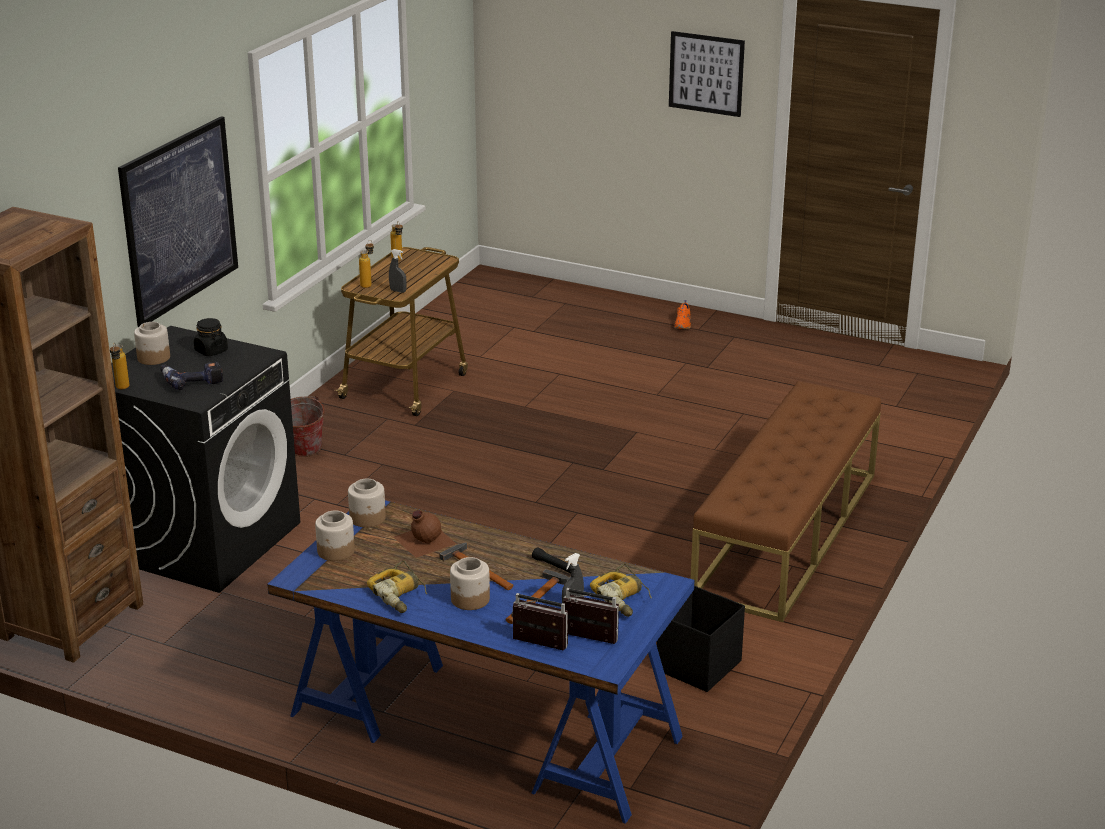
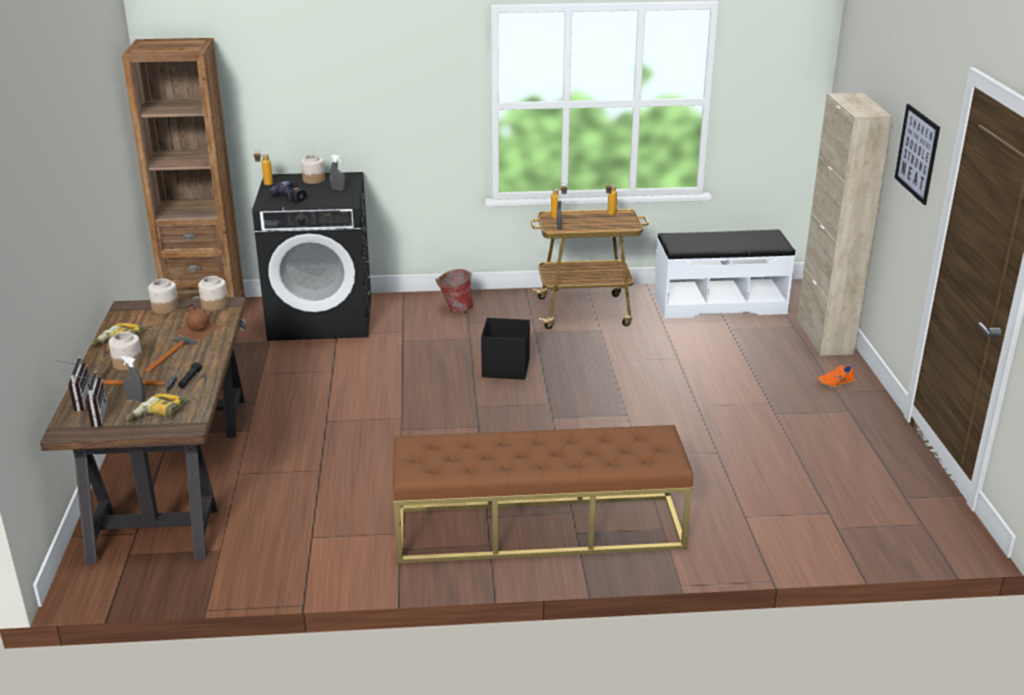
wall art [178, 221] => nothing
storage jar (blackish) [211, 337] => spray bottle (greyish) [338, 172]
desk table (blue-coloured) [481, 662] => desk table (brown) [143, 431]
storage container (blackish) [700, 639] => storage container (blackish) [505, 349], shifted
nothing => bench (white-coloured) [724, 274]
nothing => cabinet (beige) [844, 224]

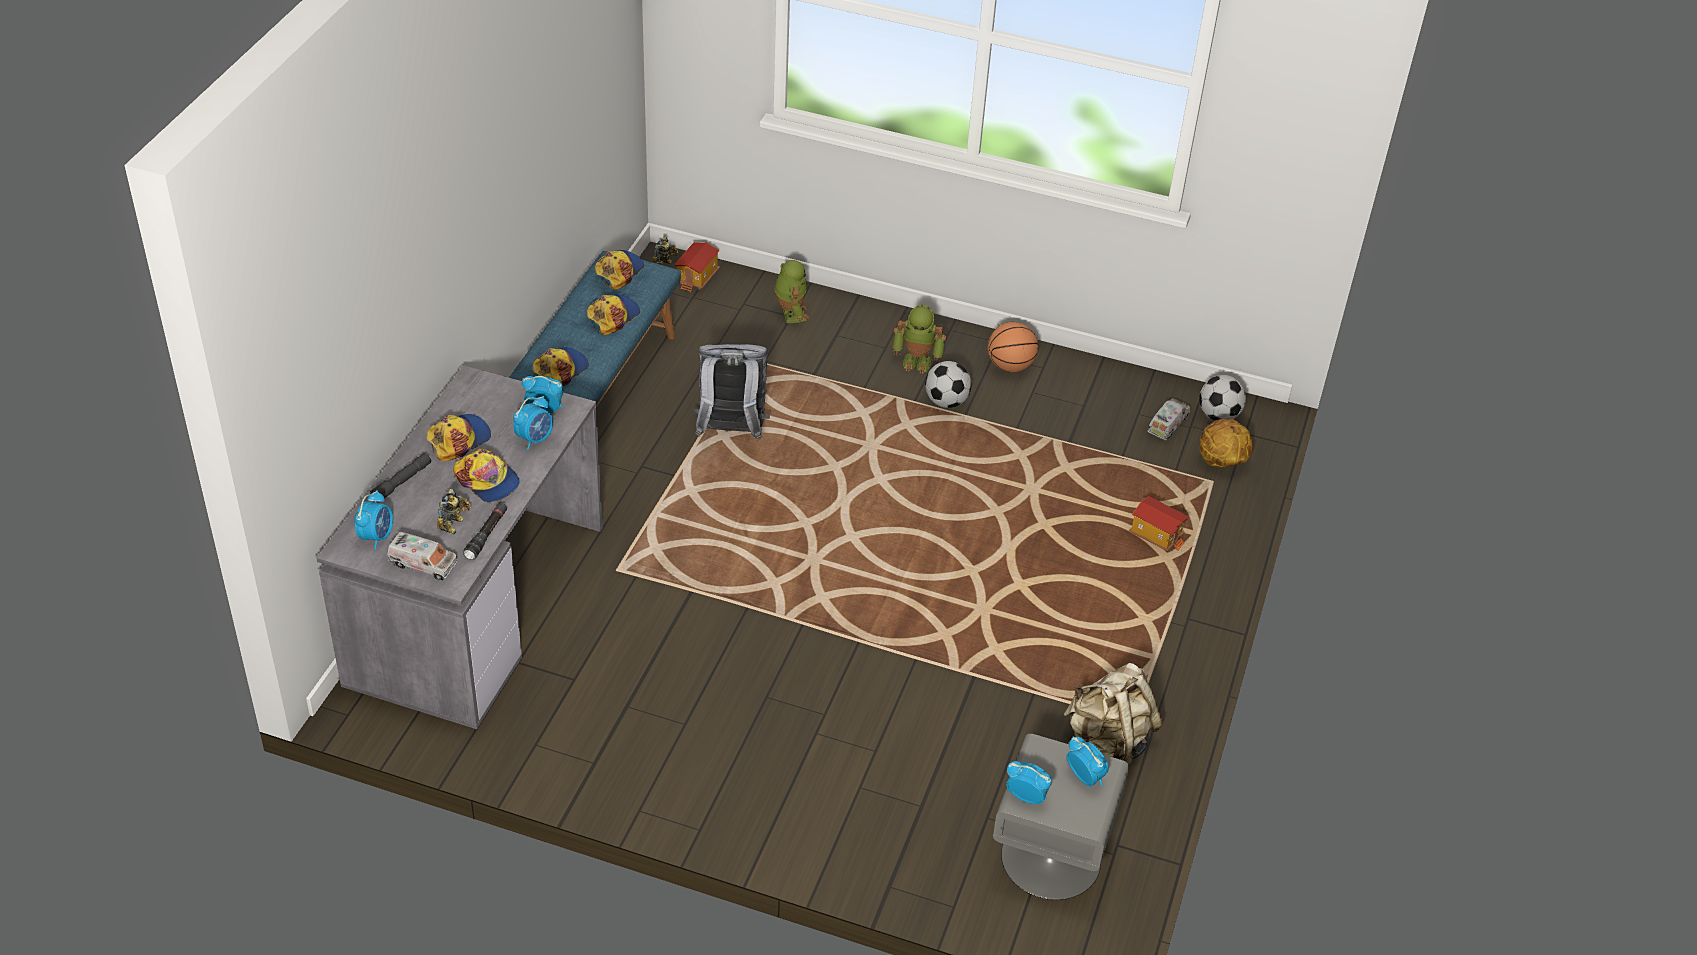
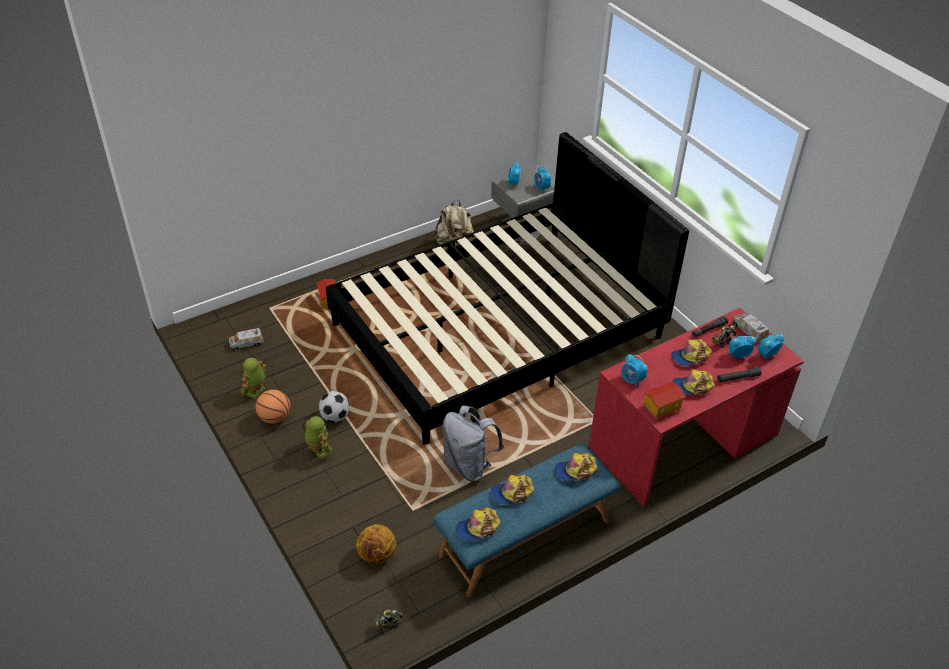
desk table (greyish) [459, 547] => desk table (red-coloured) [696, 407]
baseball cap [486, 475] => baseball cap [691, 352], 105 degrees counterclockwise
alarm clock [533, 423] => alarm clock [742, 347], shifted
miniature house [697, 267] => miniature house [664, 400], shifted
model robot [792, 291] => model robot [253, 378], shifted
ball for football [1222, 397] => nothing
basketball [1226, 443] => basketball [376, 544], shifted
nothing => bedroom bed (blackish) [507, 288]

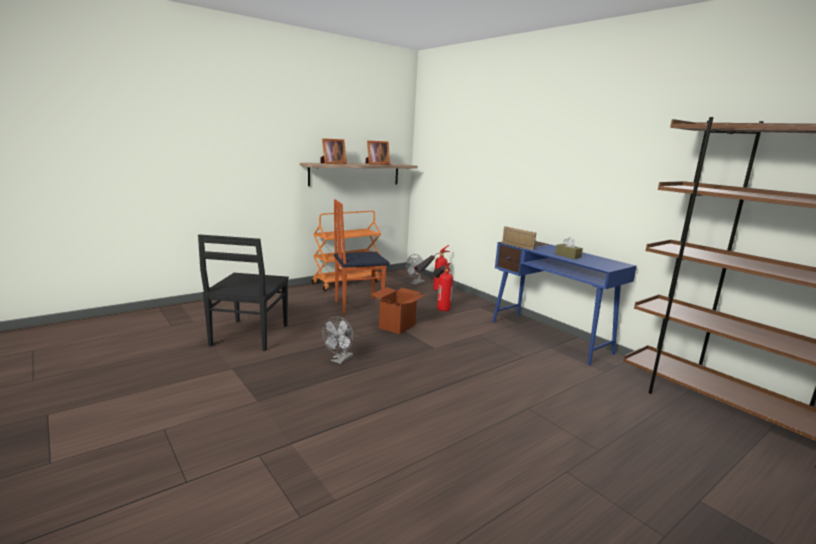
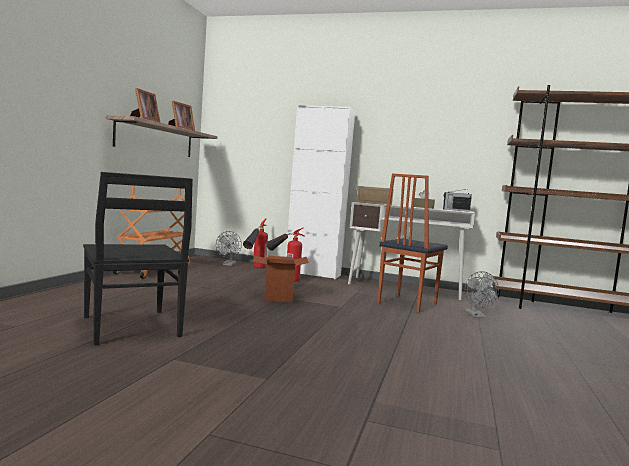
cooling fan (greyish) [337, 340] => cooling fan (greyish) [482, 294], shifted
plain chair [362, 256] => plain chair [412, 243], shifted
desk table (blue-coloured) [564, 303] => desk table (white-coloured) [411, 251]
nothing => cabinet (white-coloured) [320, 192]
nothing => radio receiver [457, 200]

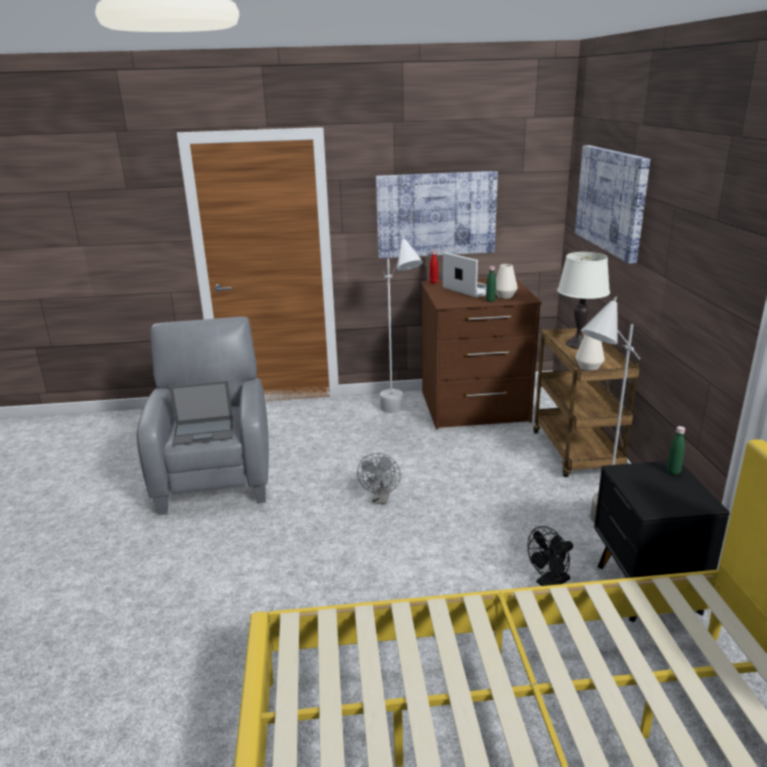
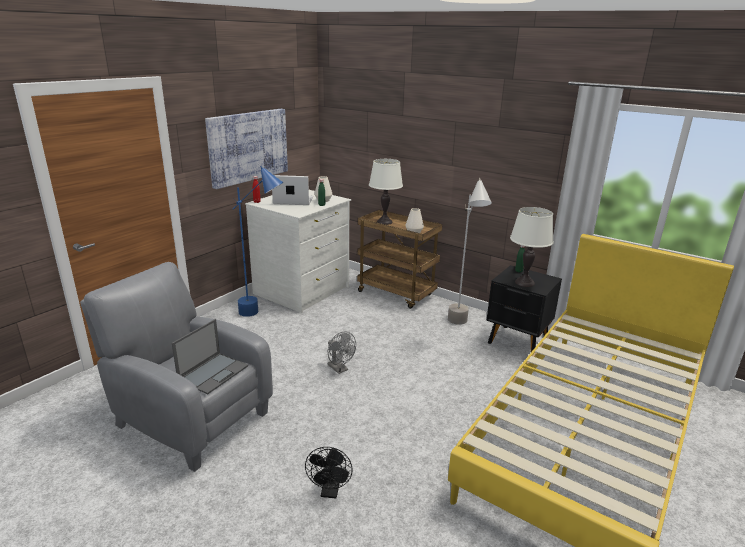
standard lamp (white-coloured) [401, 324] => standard lamp (blue-coloured) [258, 241]
drawer chest (brown) [481, 353] => drawer chest (white-coloured) [298, 251]
cooling fan (blackish) [550, 556] => cooling fan (blackish) [329, 473], shifted
wall art [612, 204] => nothing
nothing => table lamp (white-coloured) [532, 247]

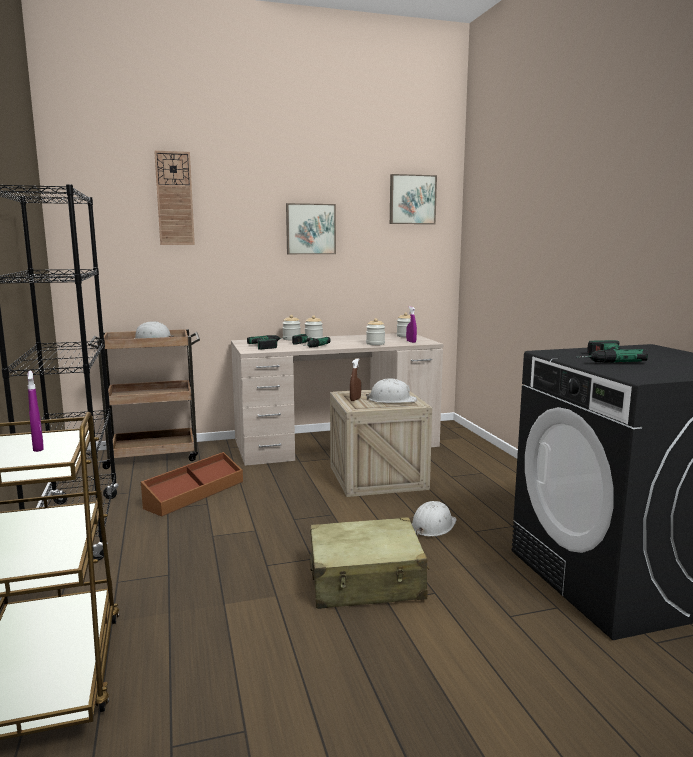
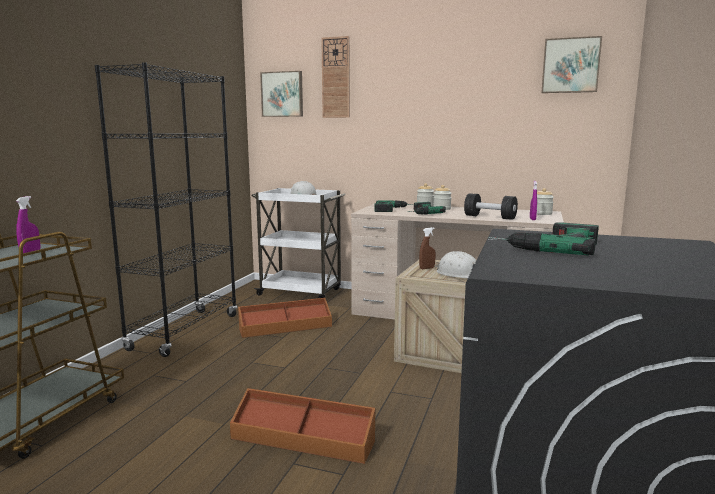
wheeled cart (brown) [144, 399] => wheeled cart (white-coloured) [298, 243]
wall art [311, 228] => wall art [281, 94], shifted
suitcase (beige) [369, 563] => storage container (brown) [303, 426]
storage jar [375, 331] => hand weight (blackish) [491, 206]
work helmet (white-coloured) [434, 519] => nothing

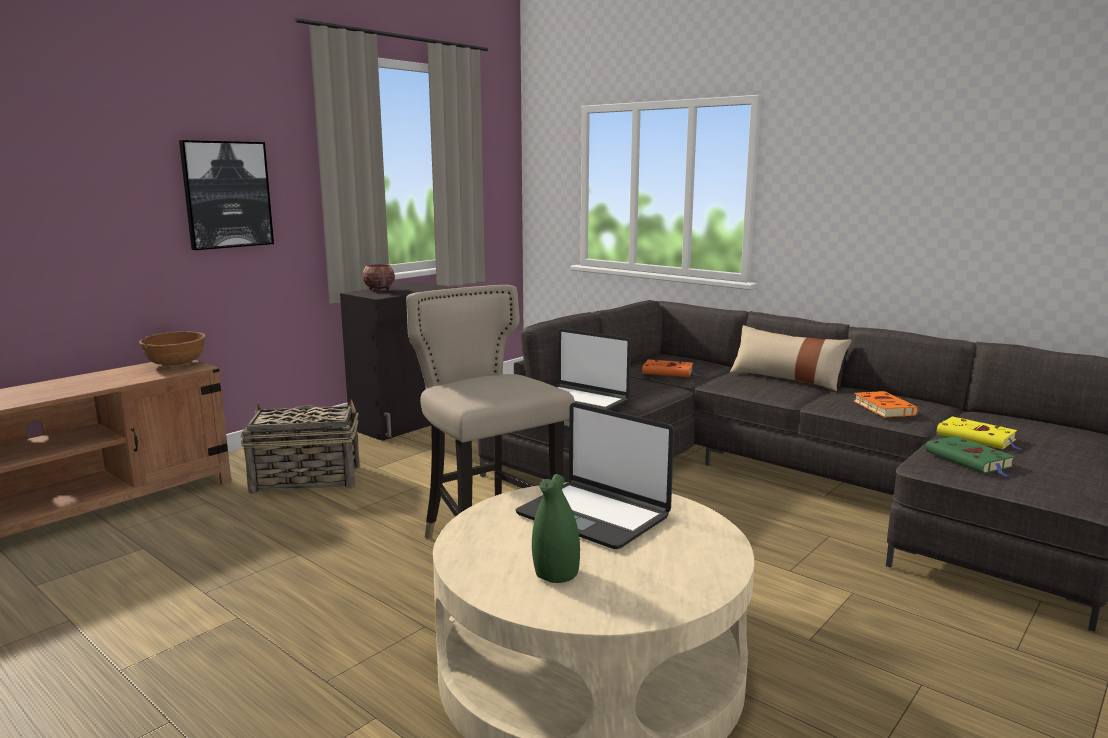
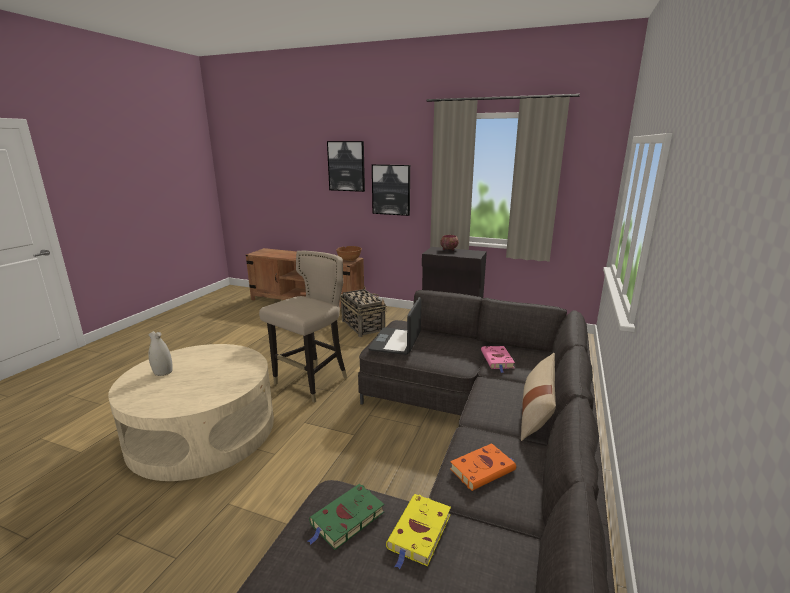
notebook computer [595, 475] => nothing
flower vase (green) [556, 528] => flower vase (white-coloured) [160, 353]
book (orange) [671, 368] => book (pinkish) [498, 359]
nothing => wall art [346, 166]

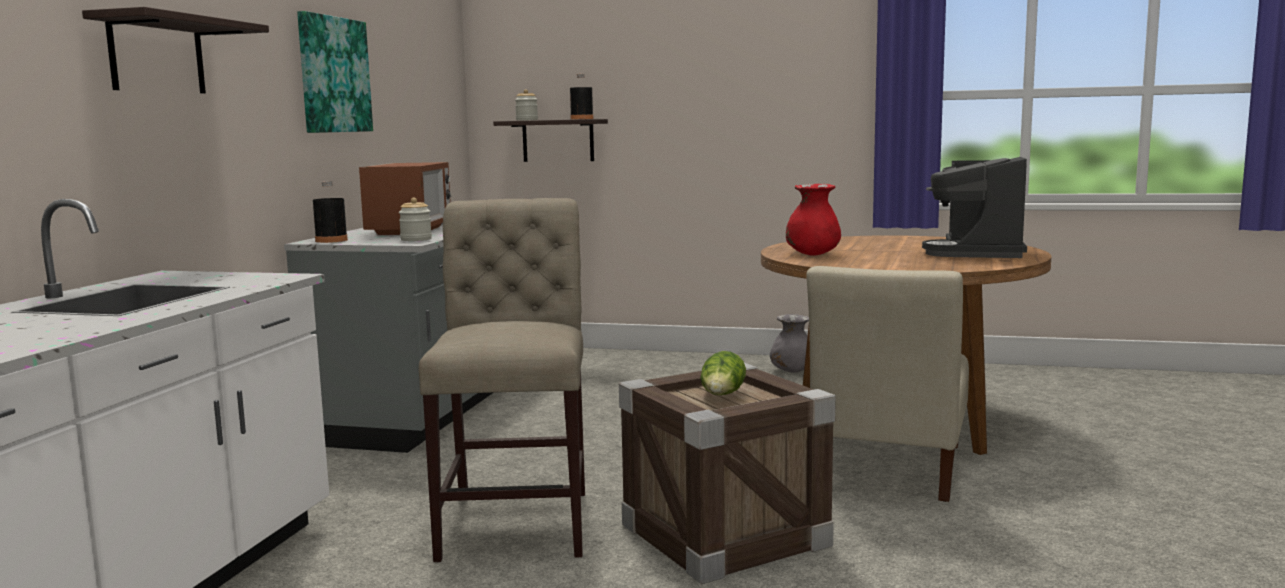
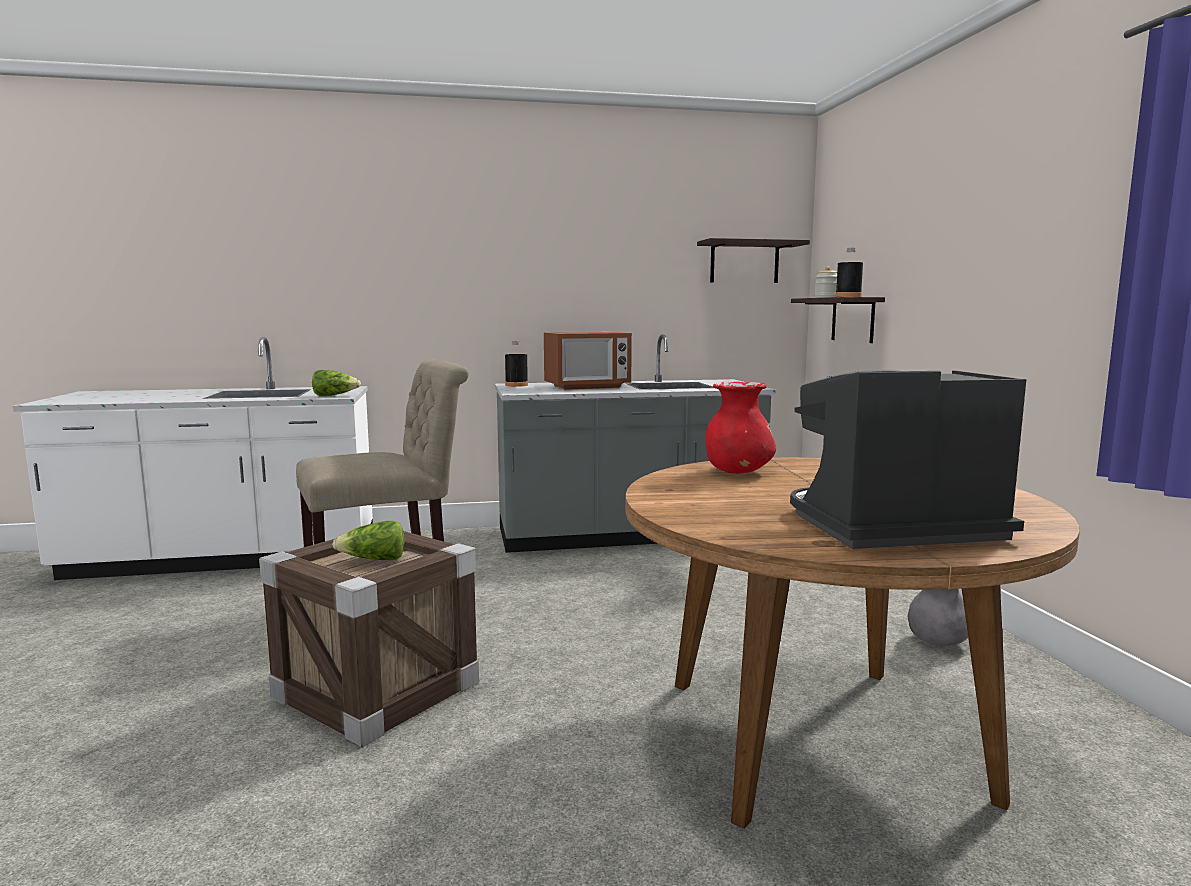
wall shelf [175, 50] => wall shelf [753, 260], shifted
wall art [335, 72] => nothing
storage jar [415, 219] => nothing
plain chair (beige) [887, 384] => nothing
nothing => lettuce head [336, 383]

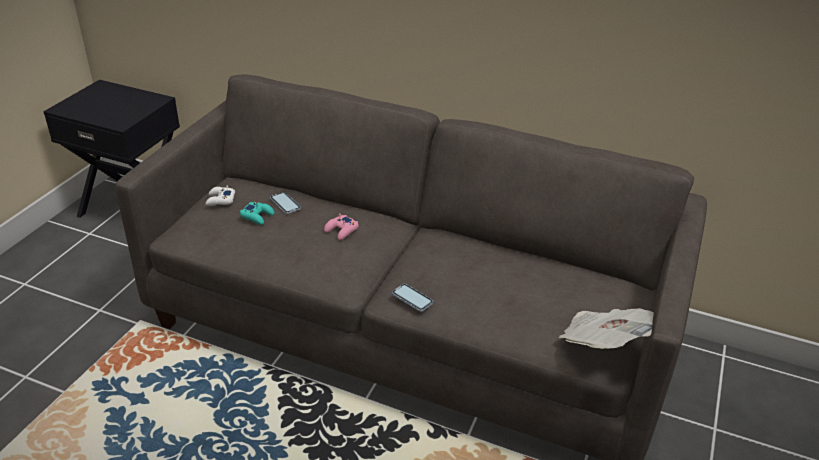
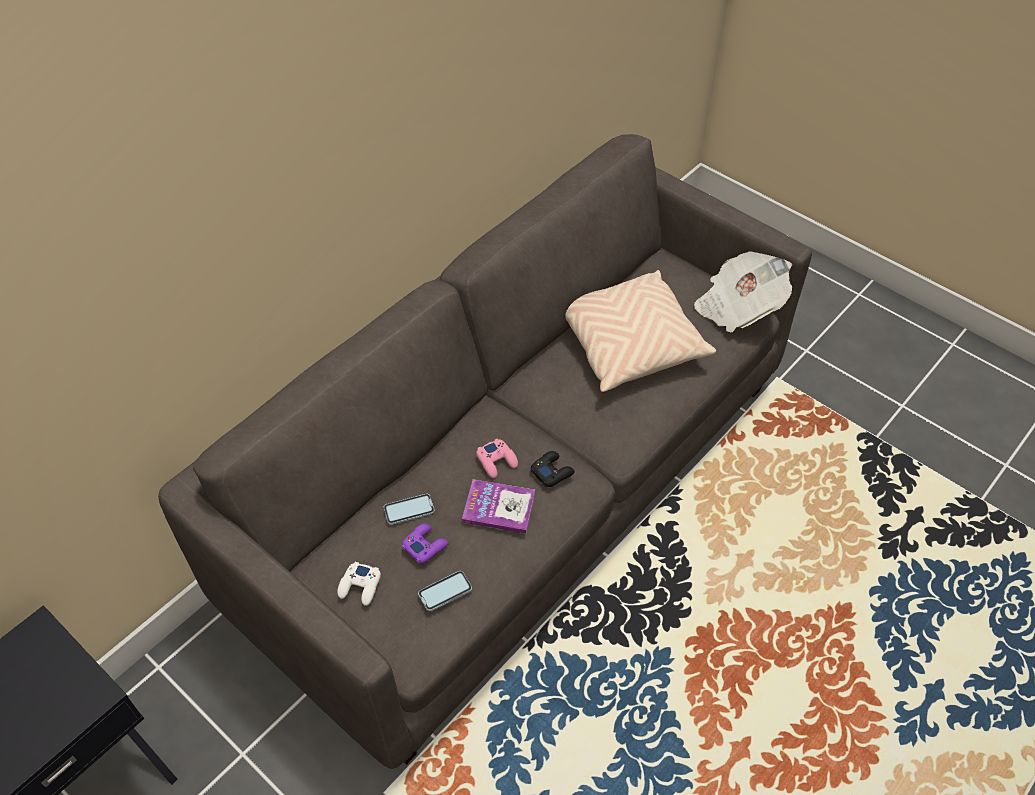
game controller (turquoise-coloured) [257, 213] => game controller (purple-coloured) [425, 543]
handset [412, 298] => handset [445, 591], shifted
nothing => book [498, 506]
nothing => game controller (blackish) [552, 469]
nothing => cushion (beige) [640, 331]

